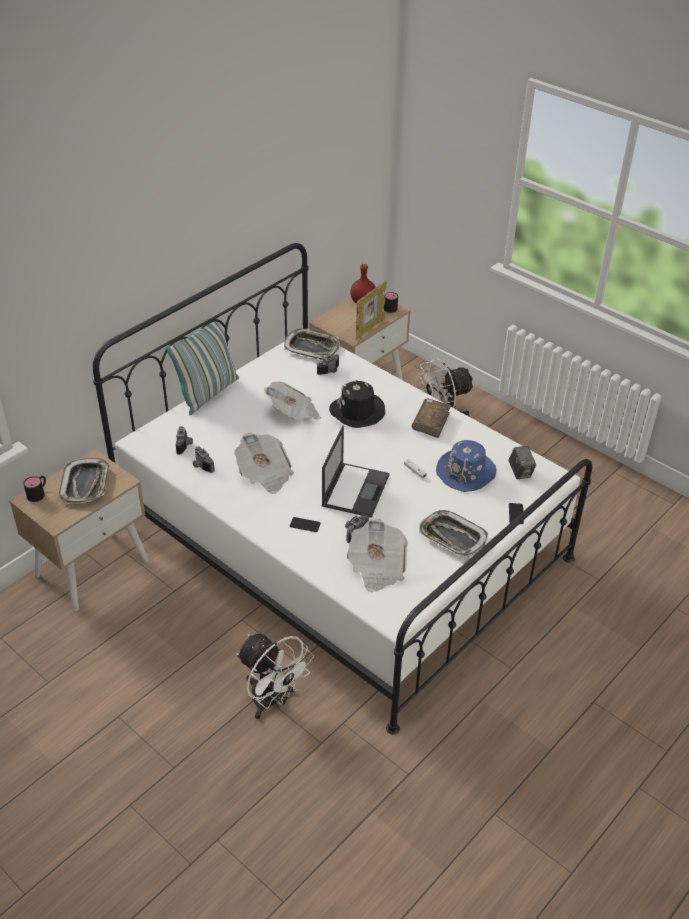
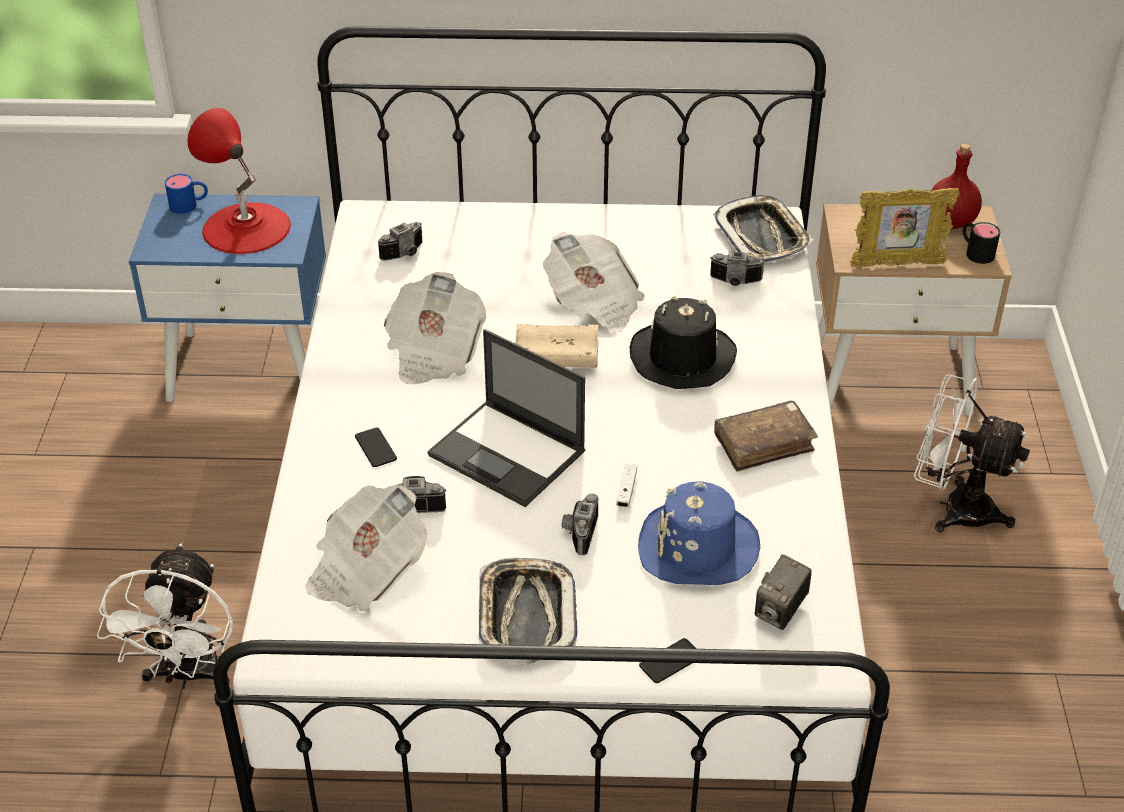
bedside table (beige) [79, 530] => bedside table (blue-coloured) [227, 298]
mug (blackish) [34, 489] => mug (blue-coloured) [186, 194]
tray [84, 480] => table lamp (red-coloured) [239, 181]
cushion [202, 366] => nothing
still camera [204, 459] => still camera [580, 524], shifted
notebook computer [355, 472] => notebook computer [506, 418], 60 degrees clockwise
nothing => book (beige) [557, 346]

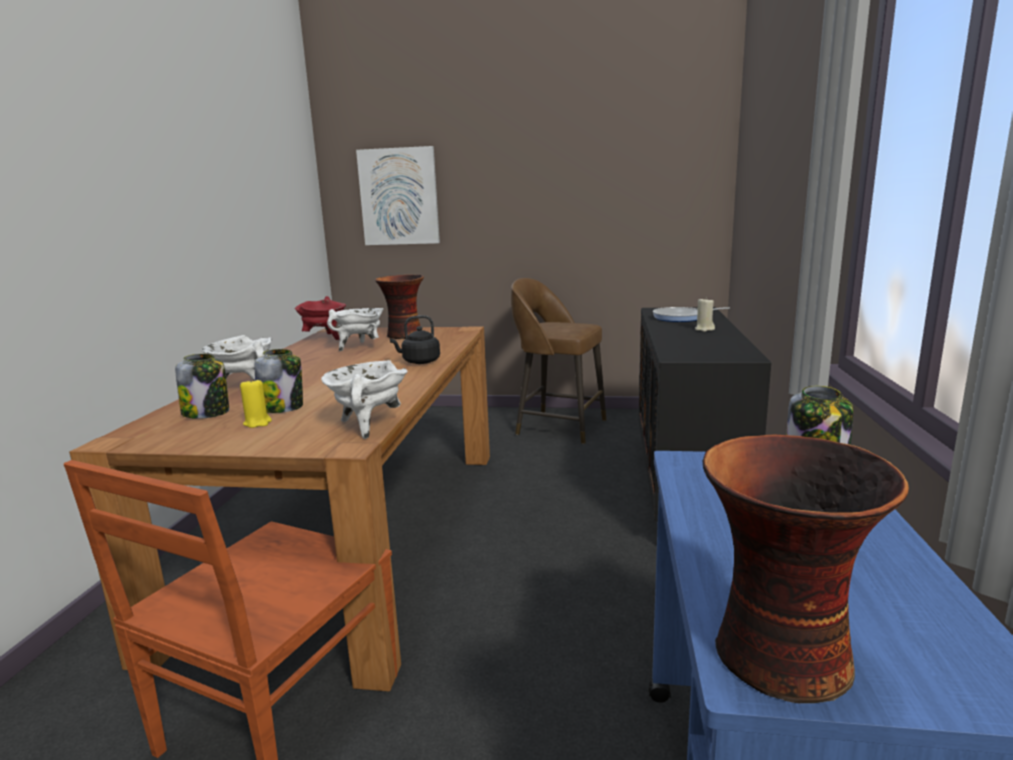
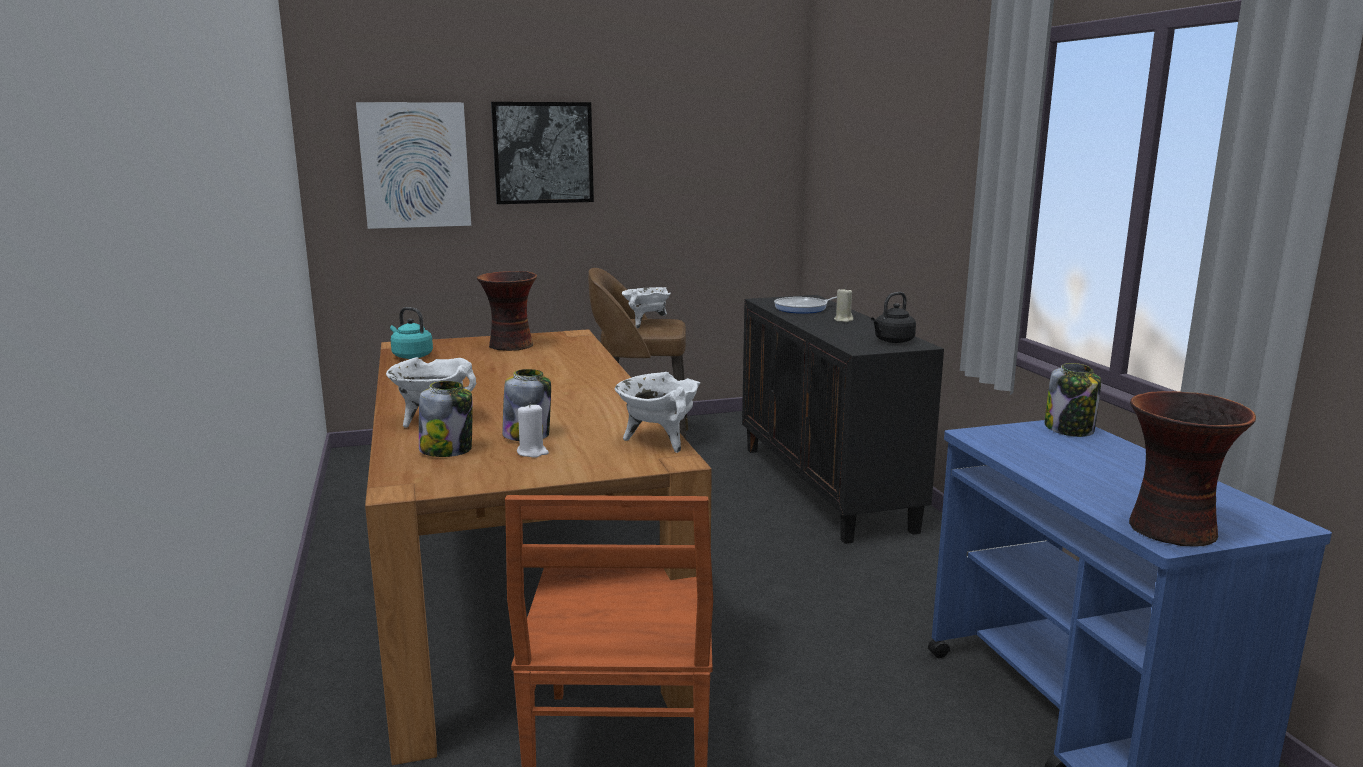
candle (yellow-coloured) [256, 403] => candle (white-coloured) [533, 430]
stockpot (red-coloured) [320, 318] => kettle (turquoise-coloured) [411, 333]
stockpot (white-coloured) [355, 329] => stockpot (white-coloured) [646, 308], shifted
kettle (blackish) [415, 339] => kettle (blackish) [893, 317], shifted
nothing => wall art [542, 153]

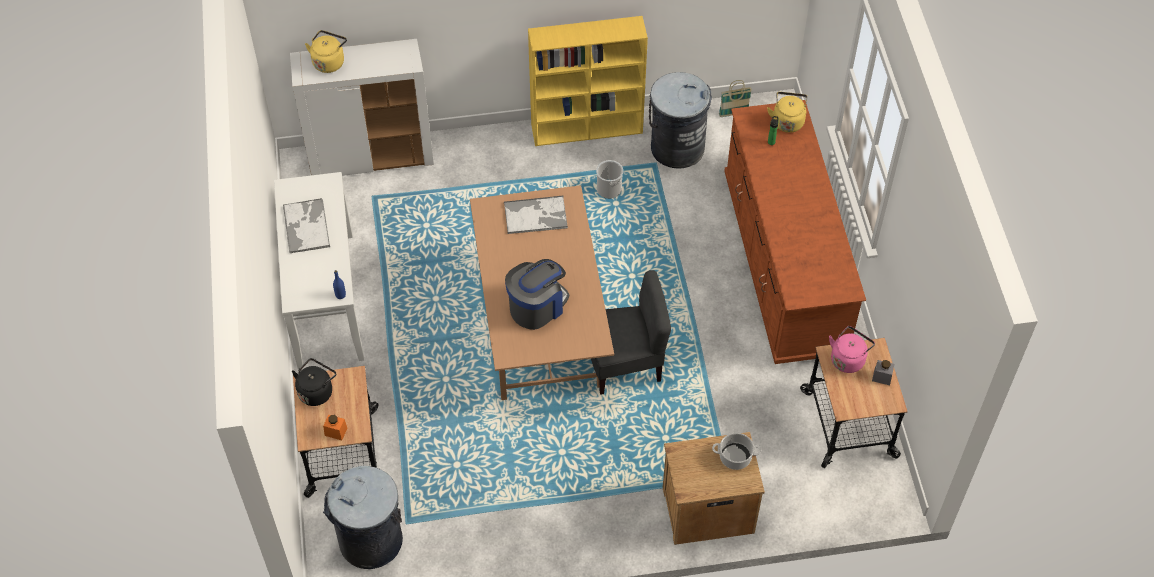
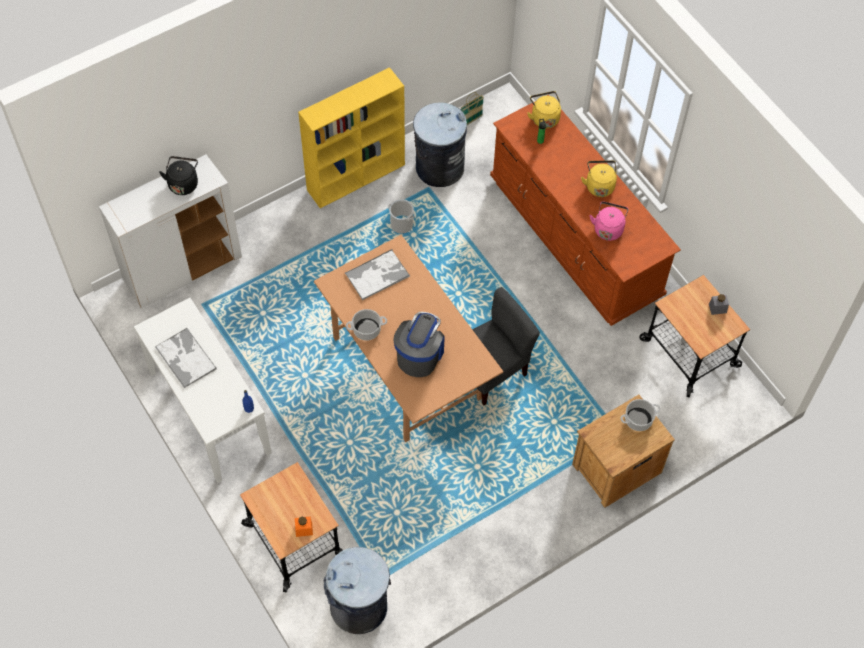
kettle (blackish) [314, 382] => kettle (blackish) [178, 175], shifted
kettle (yellow-coloured) [326, 51] => kettle (yellow-coloured) [599, 179], shifted
kettle (pinkish) [852, 349] => kettle (pinkish) [608, 221], shifted
nothing => stockpot [366, 325]

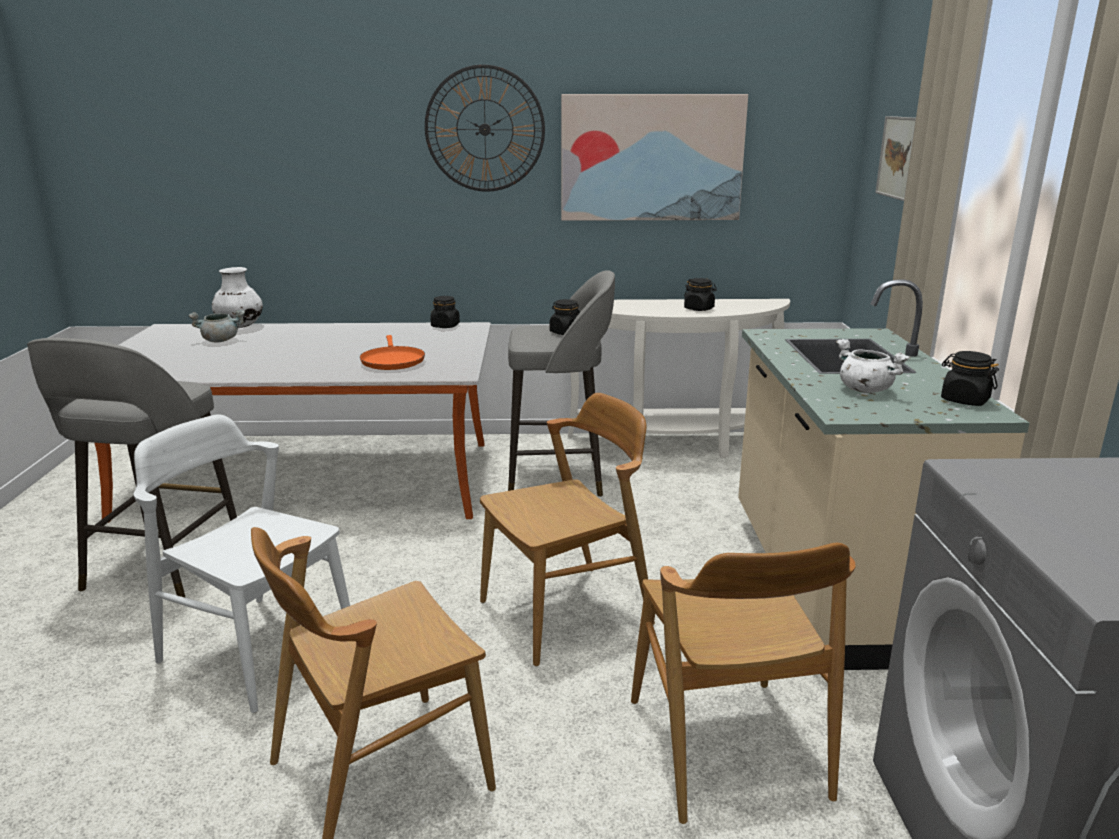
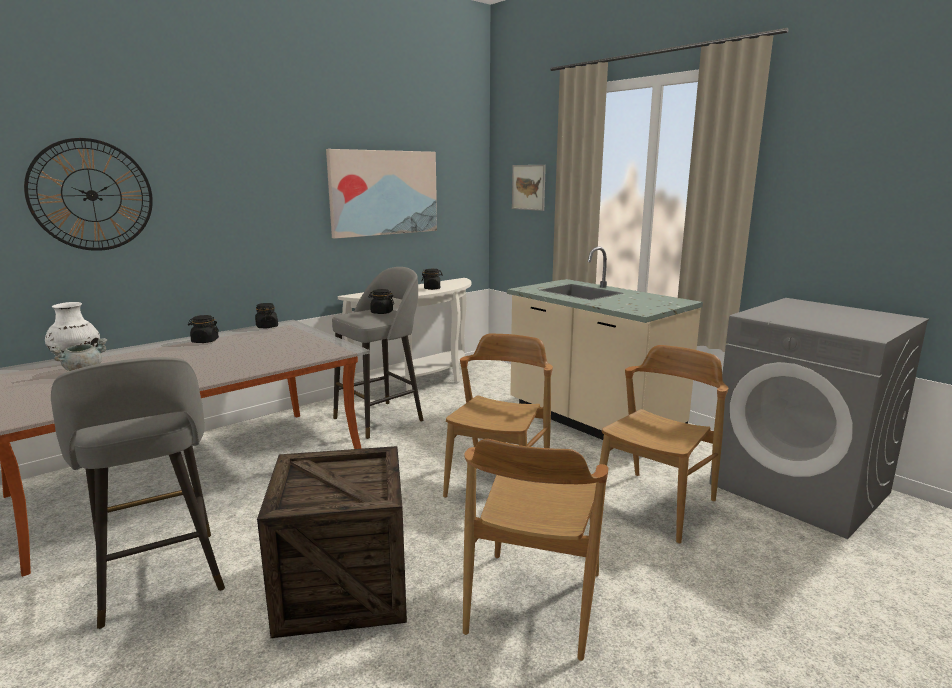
plain chair (white-coloured) [241, 563] => crate [332, 542]
pan (orange) [392, 352] => nothing
clock on the wall [485, 128] => clock on the wall [88, 194], shifted
plain chair (brown) [743, 683] => plain chair (brown) [663, 444], 90 degrees counterclockwise
stockpot (white-coloured) [873, 366] => nothing
storage jar (blackish) [970, 378] => storage jar (blackish) [203, 329], shifted

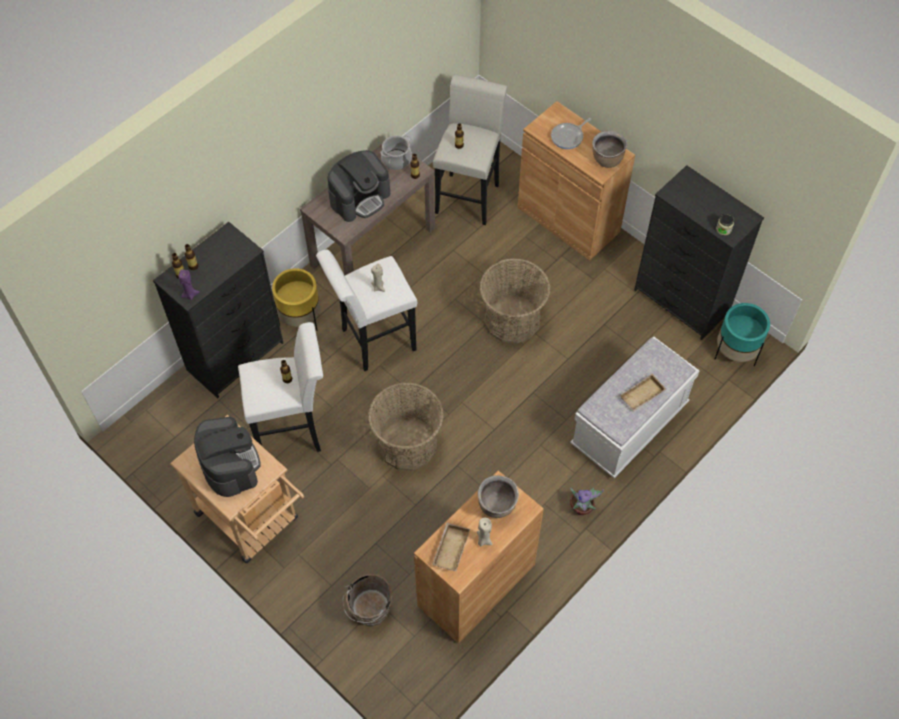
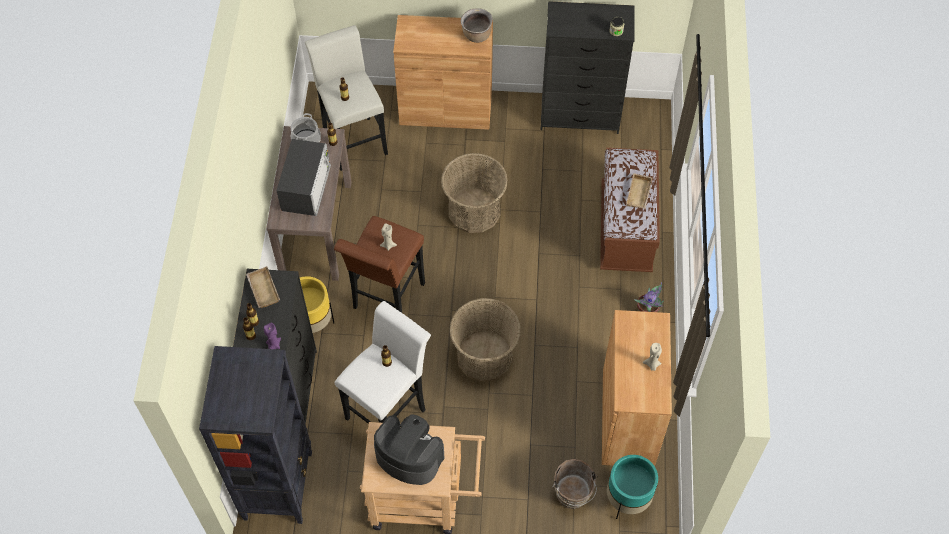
stool seat (white-coloured) [366, 310] => stool seat (brown) [379, 264]
coffee brewer [359, 186] => microwave [303, 177]
tray (beige) [451, 547] => tray (beige) [263, 287], shifted
stockpot (brown) [498, 496] => nothing
pan [571, 133] => nothing
bench (white-coloured) [635, 407] => bench (brown) [630, 210]
plant pot (turquoise-coloured) [742, 334] => plant pot (turquoise-coloured) [632, 487], shifted
nothing => bookcase (blackish) [255, 435]

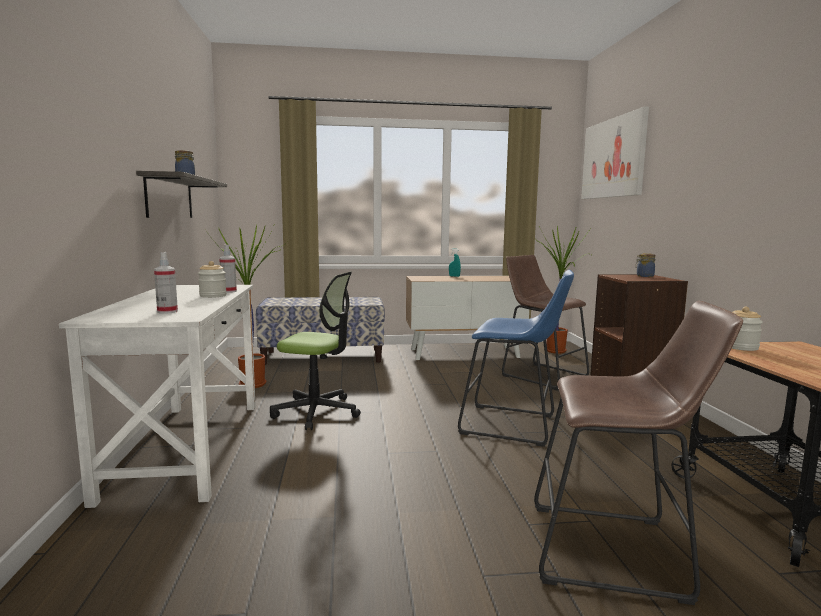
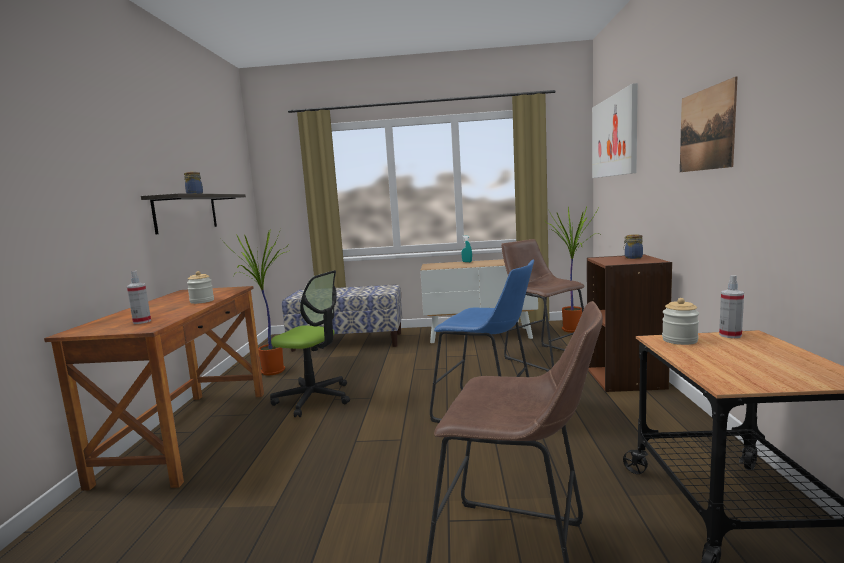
desk table (white-coloured) [157, 396] => desk table (brown) [154, 388]
spray bottle [228, 269] => spray bottle [731, 306], shifted
nothing => wall art [709, 124]

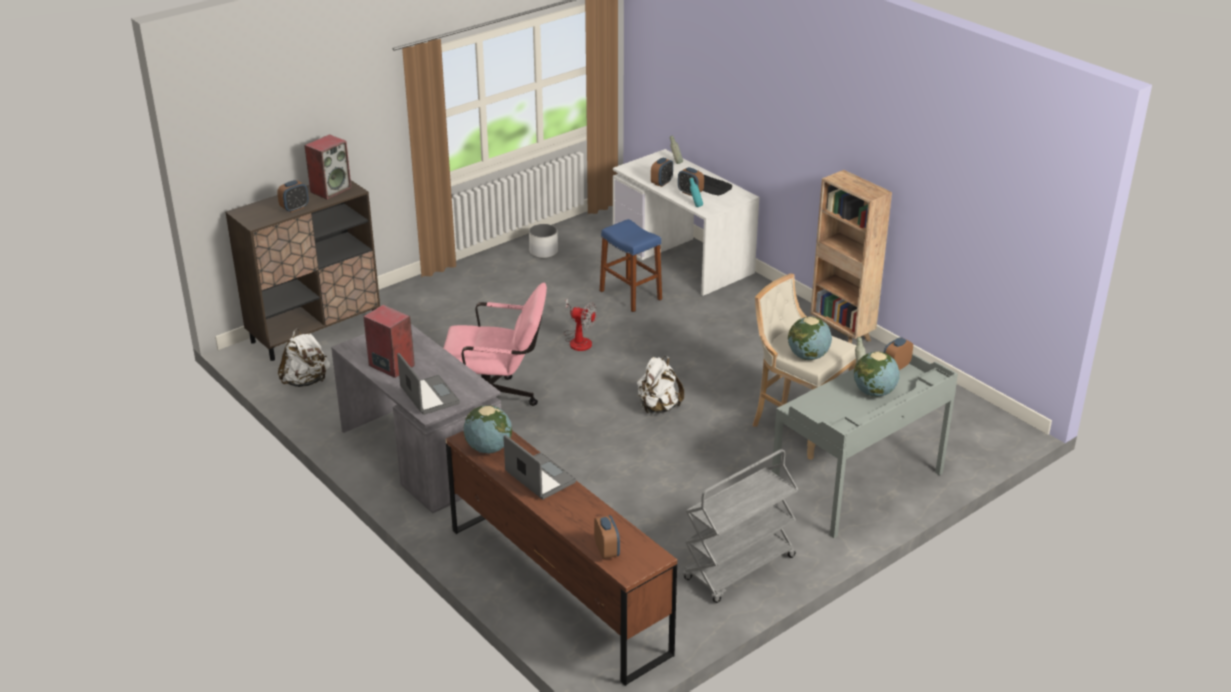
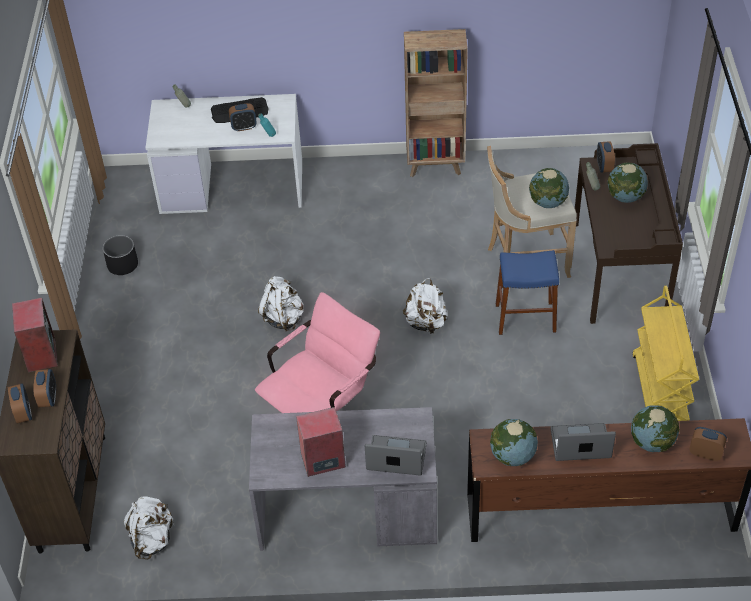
plant pot (white-coloured) [543, 241] => plant pot (blackish) [120, 255]
cooling fan [580, 324] => backpack (white-coloured) [280, 303]
stool seat (blue-coloured) [631, 265] => stool seat (blue-coloured) [527, 292], shifted
alarm clock [662, 172] => alarm clock [20, 404], shifted
wheeled cart (greyish) [741, 526] => wheeled cart (yellow-coloured) [665, 353]
desk table (greyish) [865, 445] => desk table (brown) [629, 233]
nothing => desk globe [655, 428]

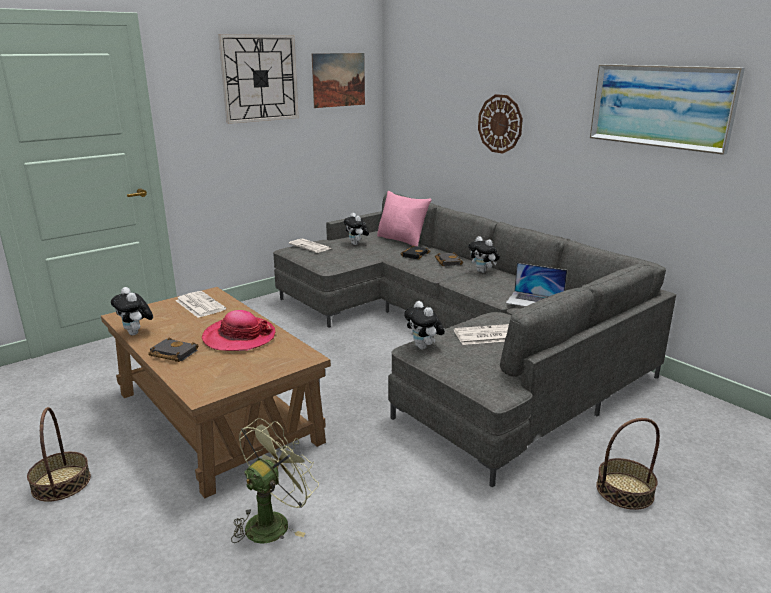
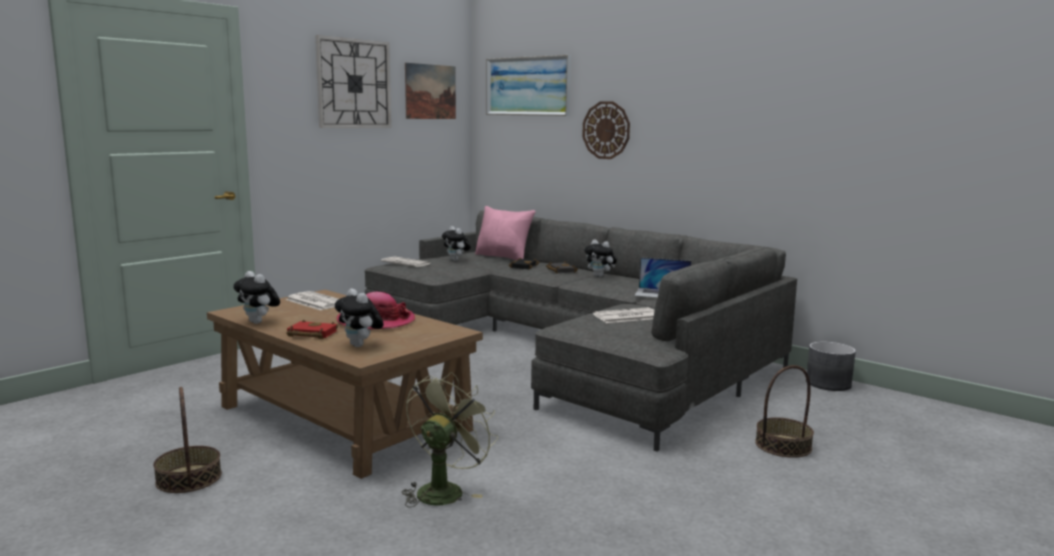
book (blackish) [173, 350] => book (red-coloured) [312, 329]
cuddly toy [424, 325] => cuddly toy [359, 318], shifted
wall art [667, 109] => wall art [528, 85], shifted
nothing => plant pot (greyish) [831, 366]

